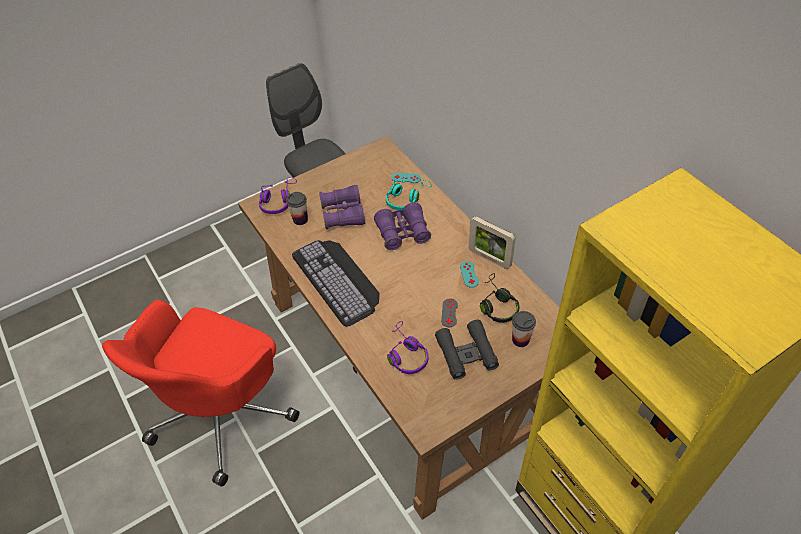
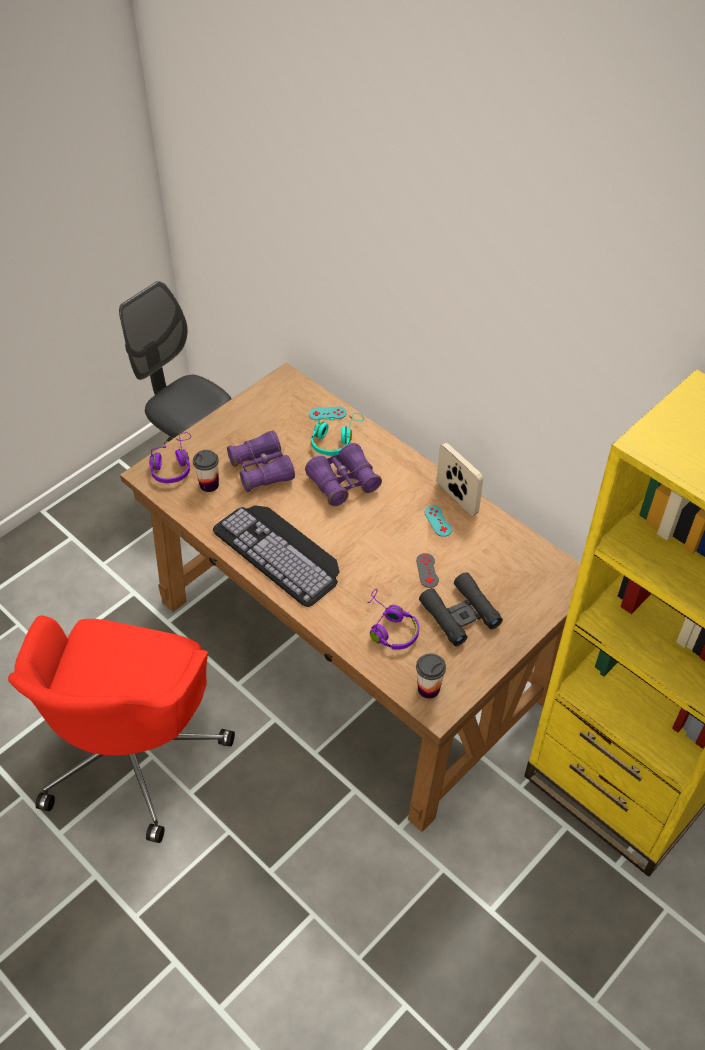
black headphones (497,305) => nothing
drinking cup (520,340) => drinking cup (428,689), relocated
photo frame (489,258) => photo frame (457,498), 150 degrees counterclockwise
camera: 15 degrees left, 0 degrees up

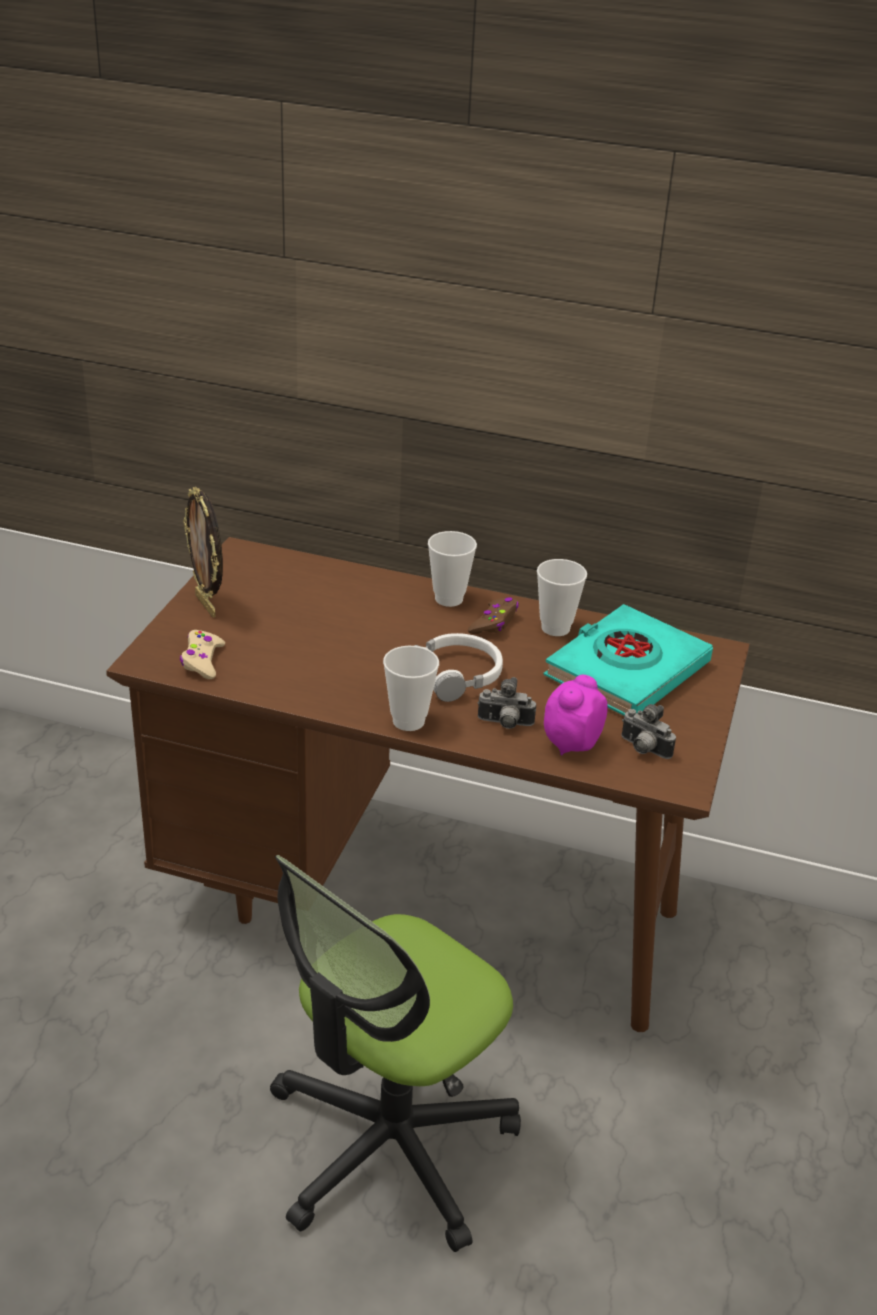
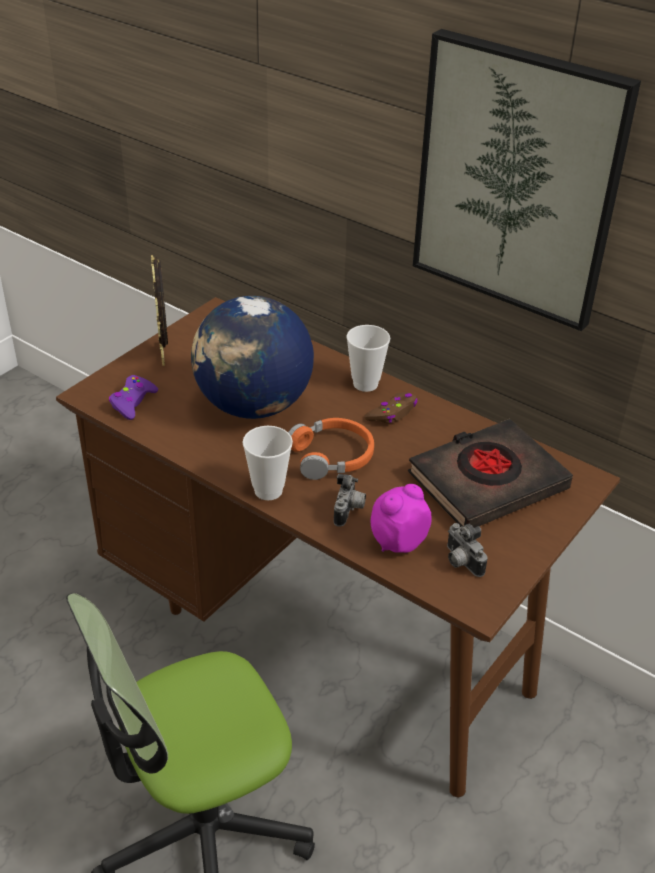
drinking cup (555,628) => nothing
nothing => desk globe (253,406)
nothing => picture (517,181)
sand-coloured joypad (202,661) => purple-coloured joypad (132,402)
white headphones (455,675) => orangey headphones (332,456)
turquoise-coloured bound book (626,670) => black bound book (487,482)
still camera (505,724) => still camera (349,511), 105 degrees counterclockwise
camera: 20 degrees right, 5 degrees up

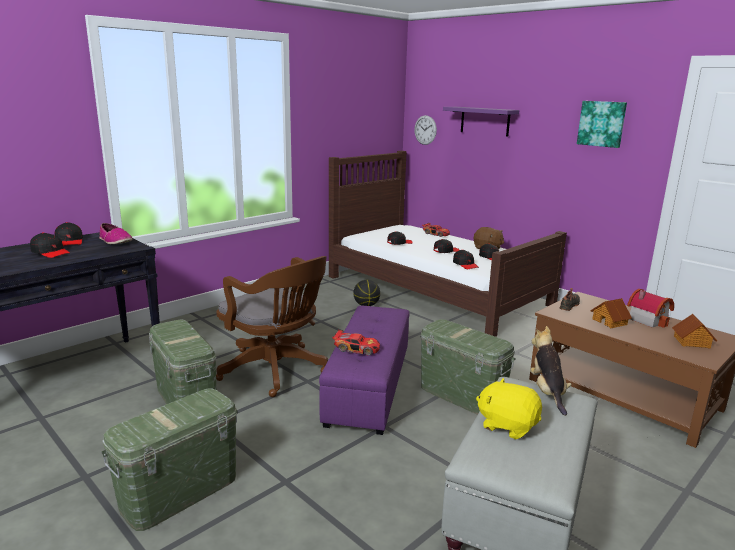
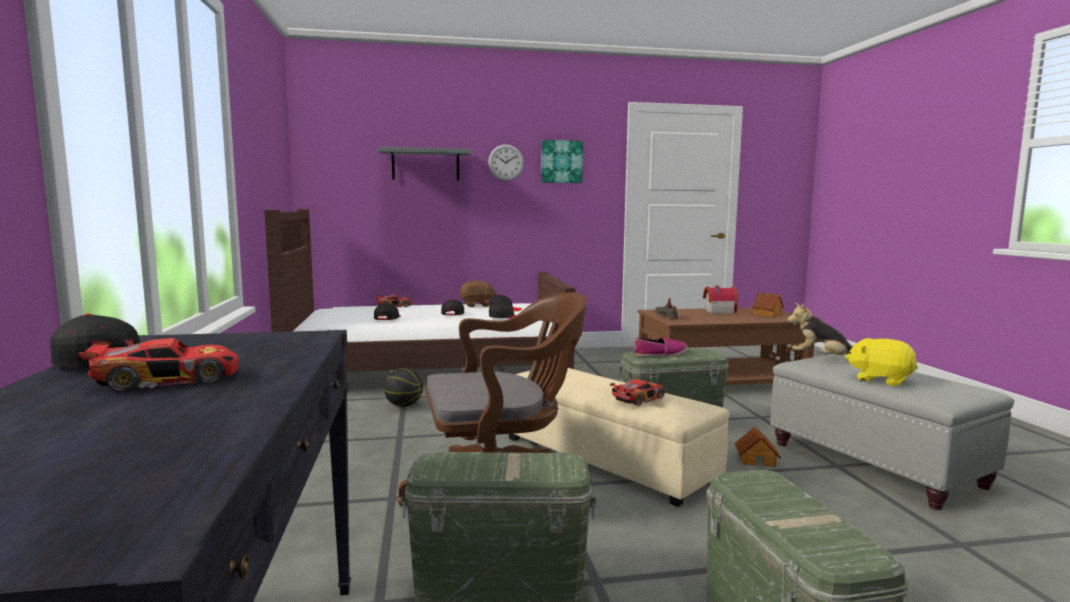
item of footwear (115,241) => item of footwear (660,354), relocated
wall clock (425,130) => wall clock (505,162), relocated
model house (610,322) => model house (756,460), relocated
black peaked cap (50,252) => miniature car (167,380)
purple-coloured ottoman (368,385) => sand-coloured ottoman (605,458)
purple-coloured bracket shelf (485,121) => gray bracket shelf (425,165)
yellowish cuddly toy (507,425) => yellowish cuddly toy (880,380), 60 degrees clockwise
camera: 55 degrees left, 10 degrees down

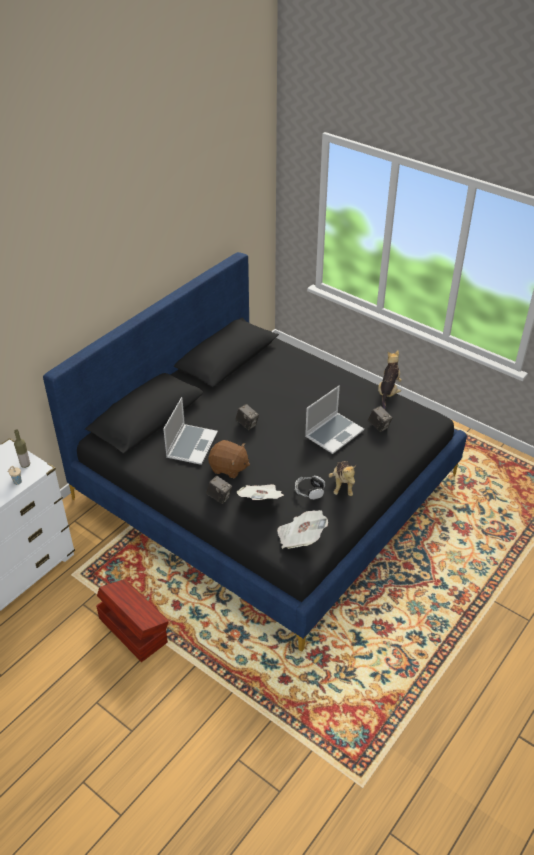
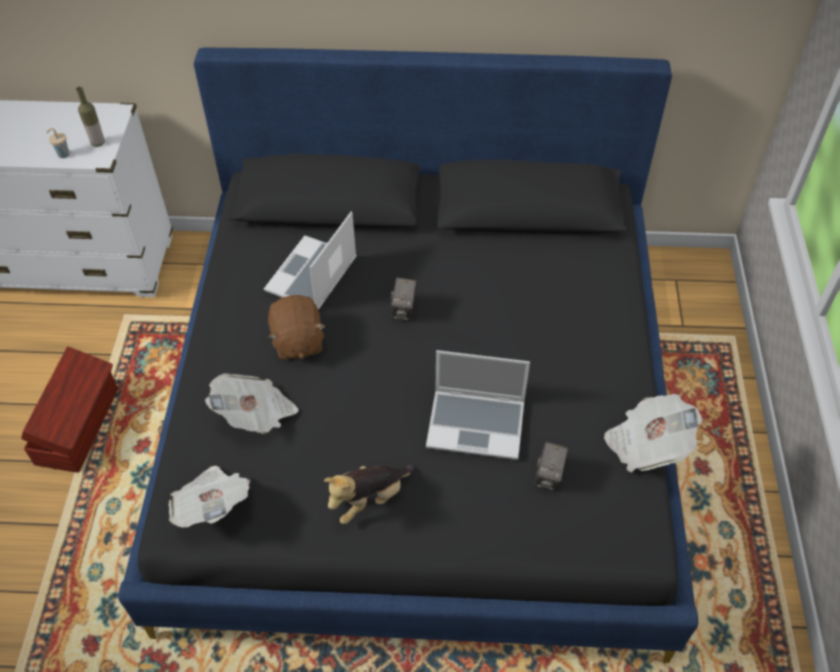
still camera (219,497) => nothing
headphones (309,491) => nothing
cuddly toy (388,392) => printed paper (647,444)
notebook computer (191,445) => notebook computer (312,276), 135 degrees clockwise
camera: 55 degrees right, 10 degrees up

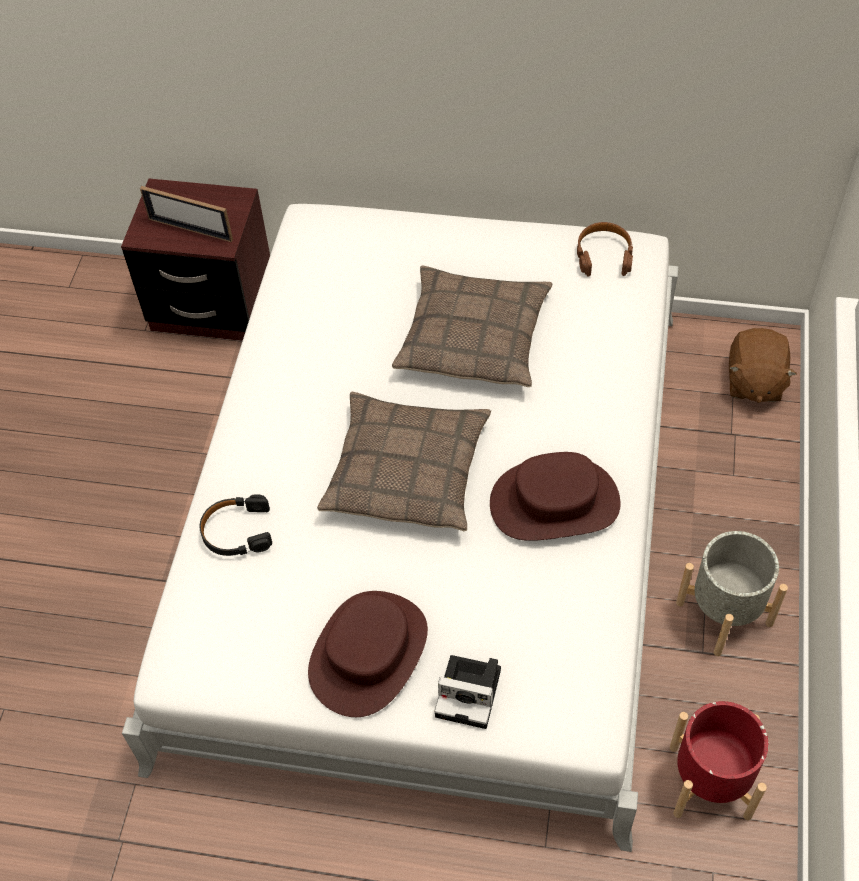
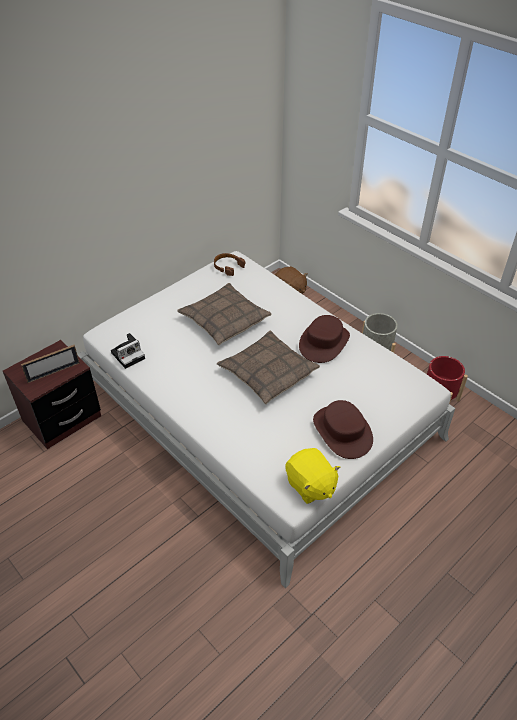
black headphones (237,531) => nothing
nothing => yellowish cuddly toy (310,485)
still camera (471,692) => still camera (129,355), relocated
camera: 55 degrees left, 10 degrees down

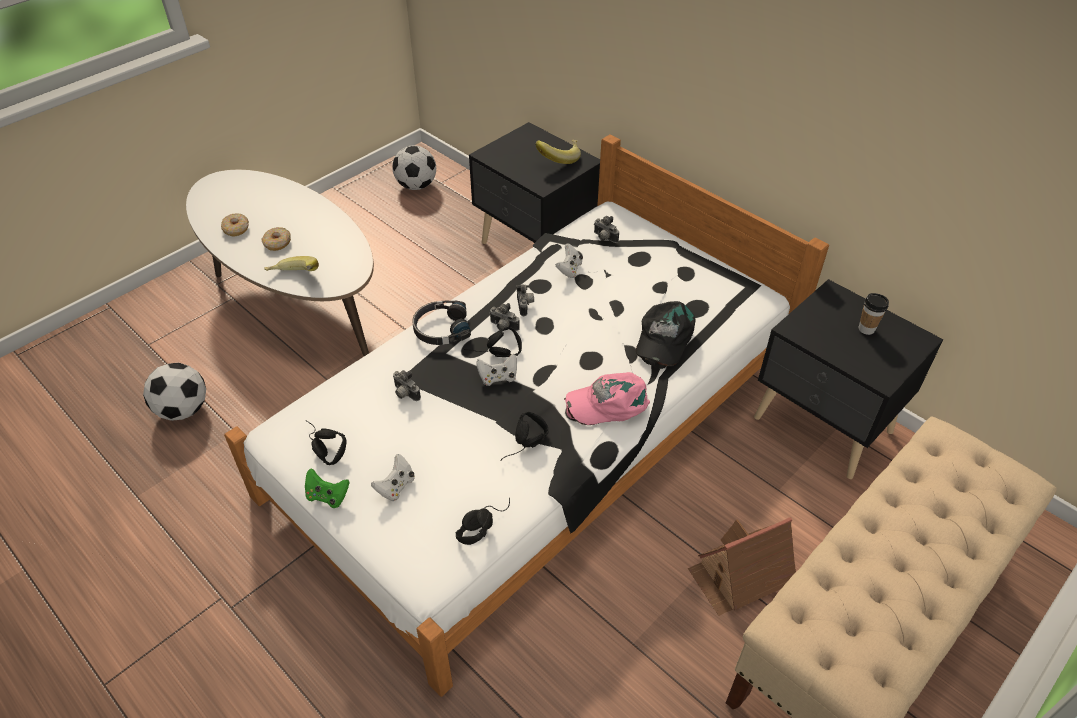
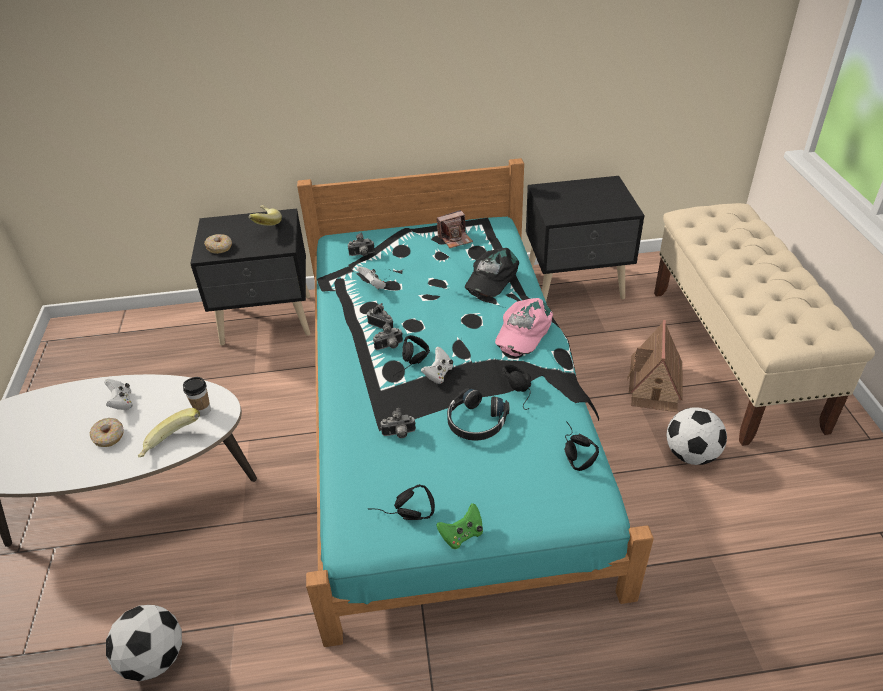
nothing => still camera (455,238)
doughnut (236,229) => doughnut (220,247), relocated
white joypad (396,486) => white joypad (122,402), relocated
football ball (416,186) => football ball (691,454), relocated
black headphones (441,329) => black headphones (476,422), relocated
drinking cup (866,329) => drinking cup (203,410), relocated
white bed (538,427) => turquoise-coloured bed (443,414)
black peaked cap (663,338) => black peaked cap (491,277), 60 degrees clockwise
camera: 50 degrees left, 5 degrees down

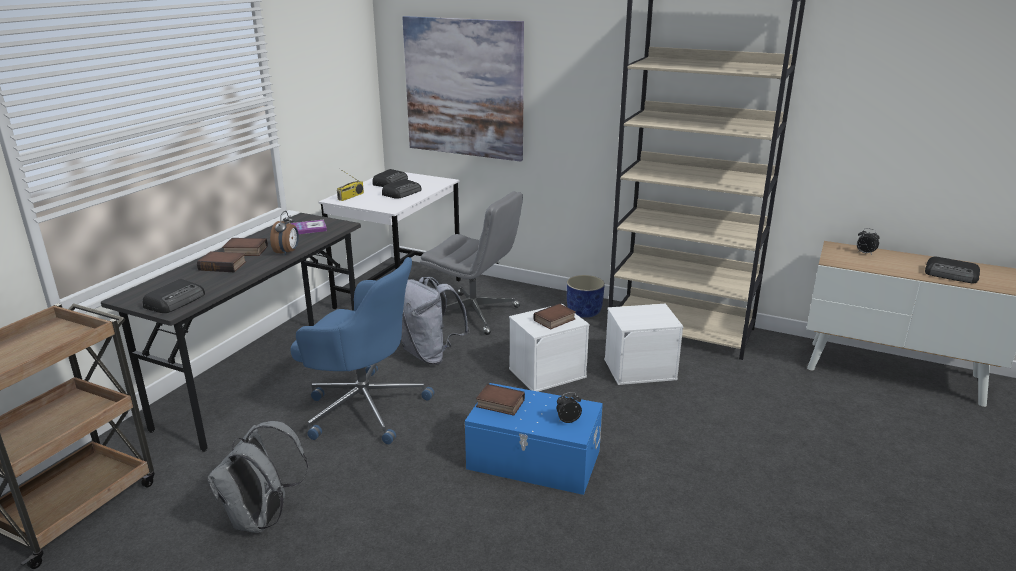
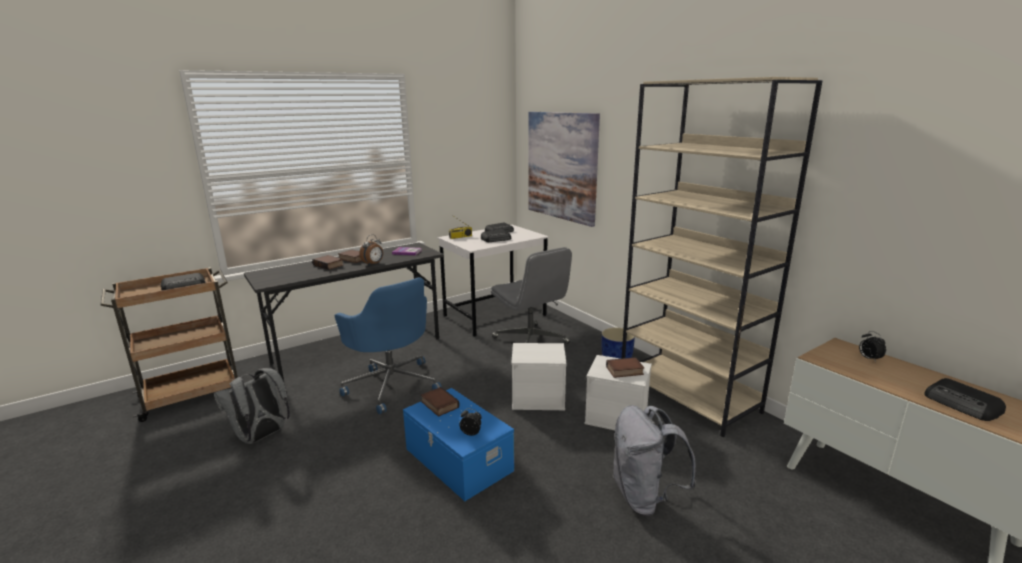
radio (176,301) => radio (185,287), relocated
gray knapsack (431,355) => gray knapsack (645,497), relocated
bound book (555,320) => bound book (624,371), relocated
camera: 30 degrees right, 5 degrees down

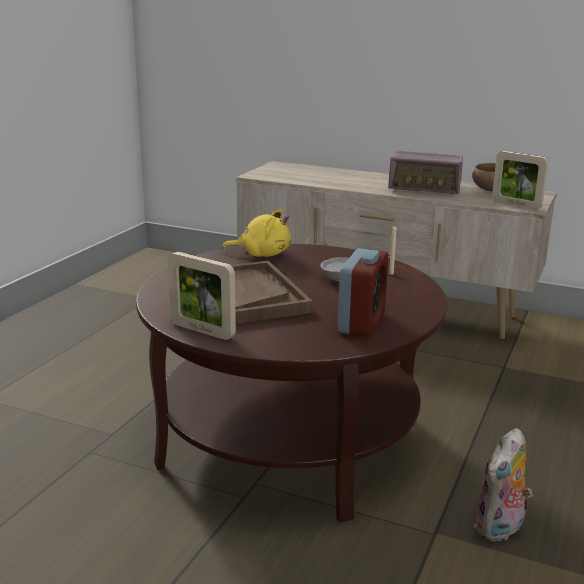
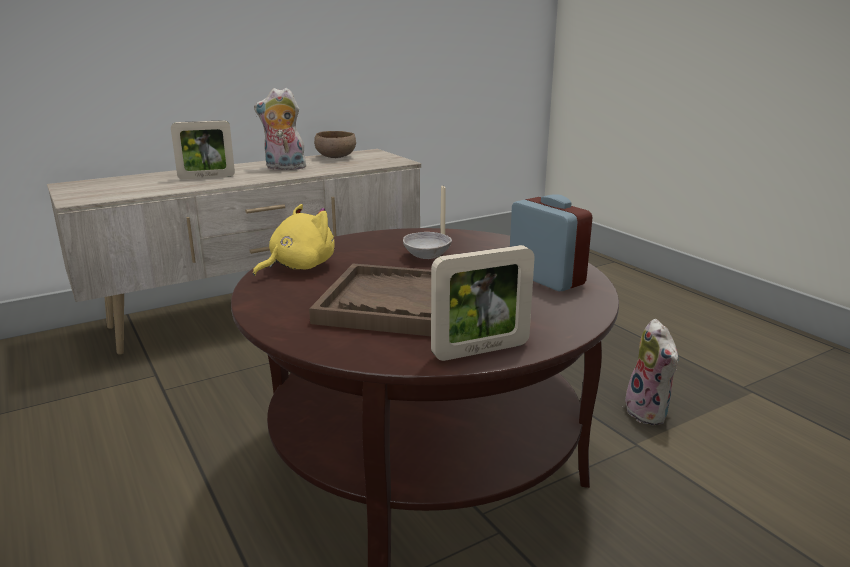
photo frame (516,205) => photo frame (206,177), relocated
radio (425,188) => cuddly toy (284,168)
camera: 55 degrees left, 0 degrees up

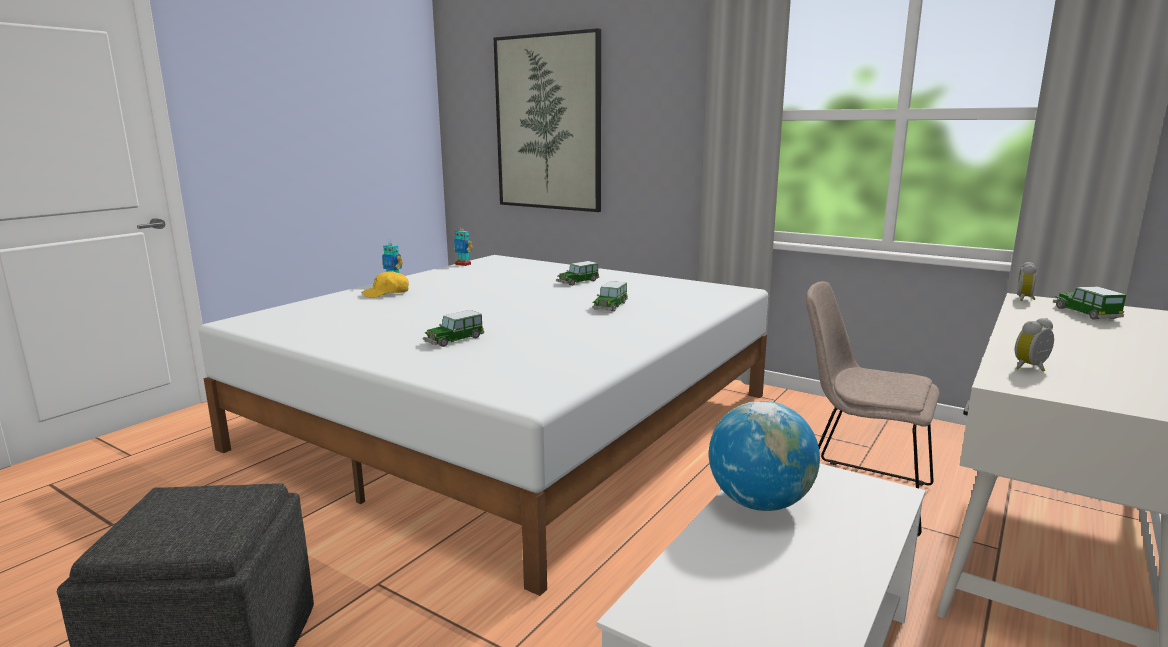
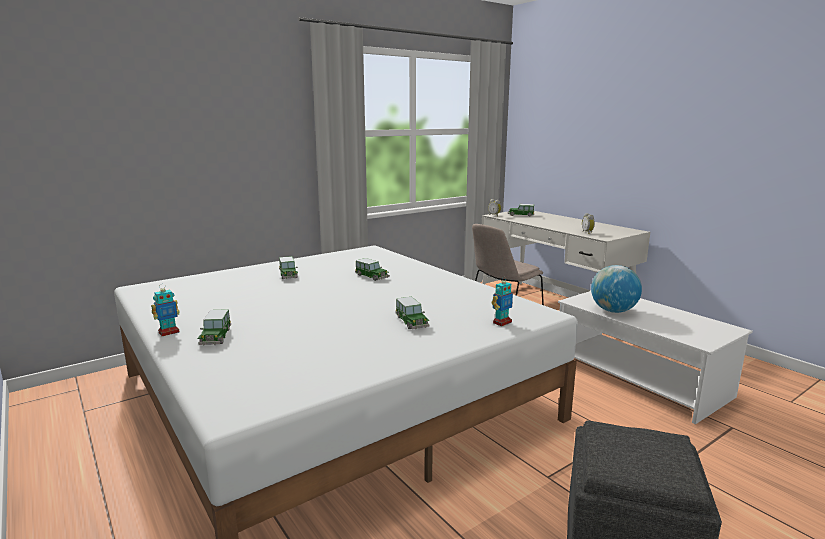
picture (548,123) => nothing
toy robot (463,264) => toy robot (502,322), relocated
yellowish peaked cap (386,293) => miniature car (216,337)
camera: 70 degrees left, 0 degrees up

